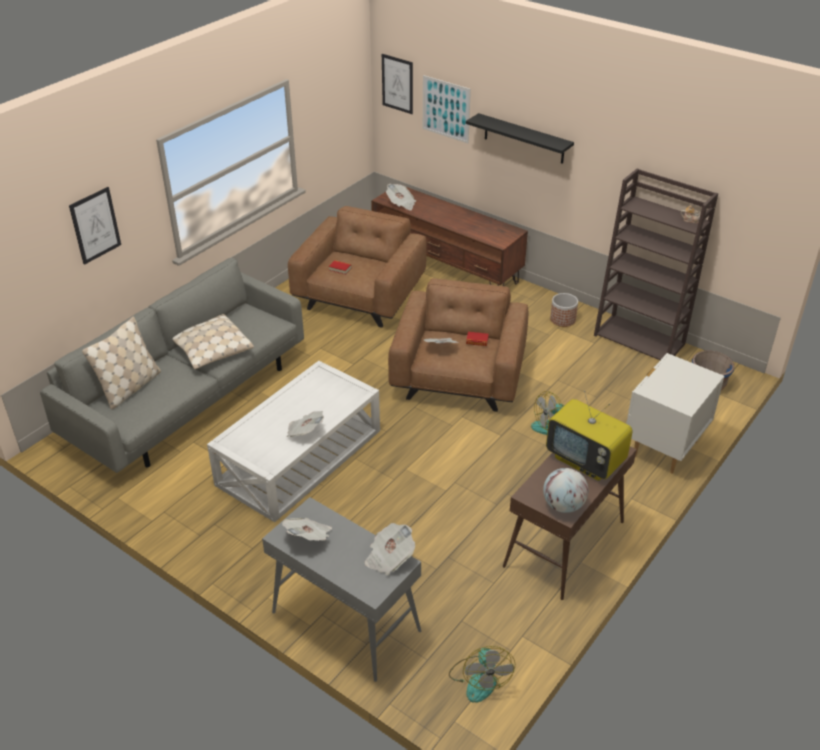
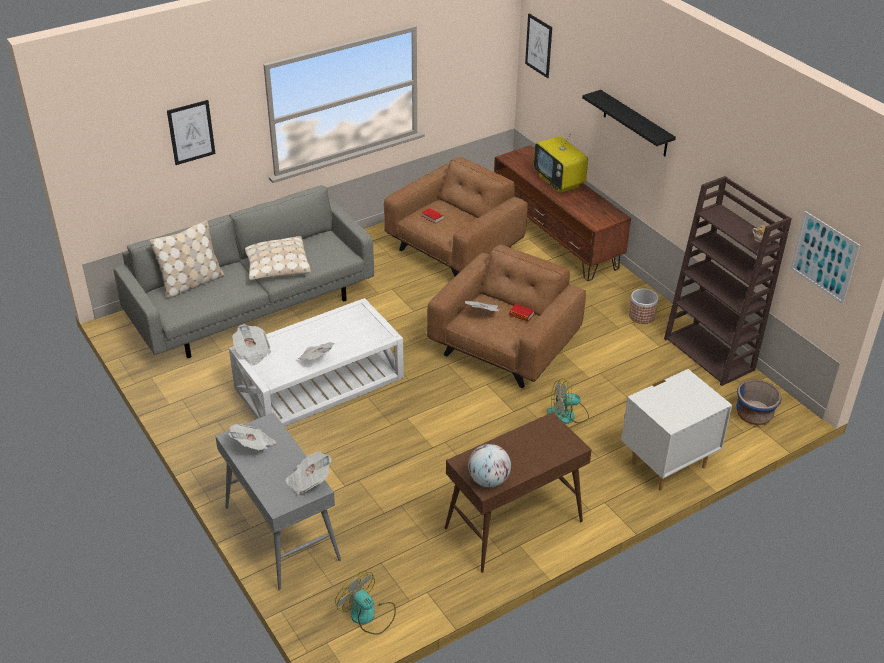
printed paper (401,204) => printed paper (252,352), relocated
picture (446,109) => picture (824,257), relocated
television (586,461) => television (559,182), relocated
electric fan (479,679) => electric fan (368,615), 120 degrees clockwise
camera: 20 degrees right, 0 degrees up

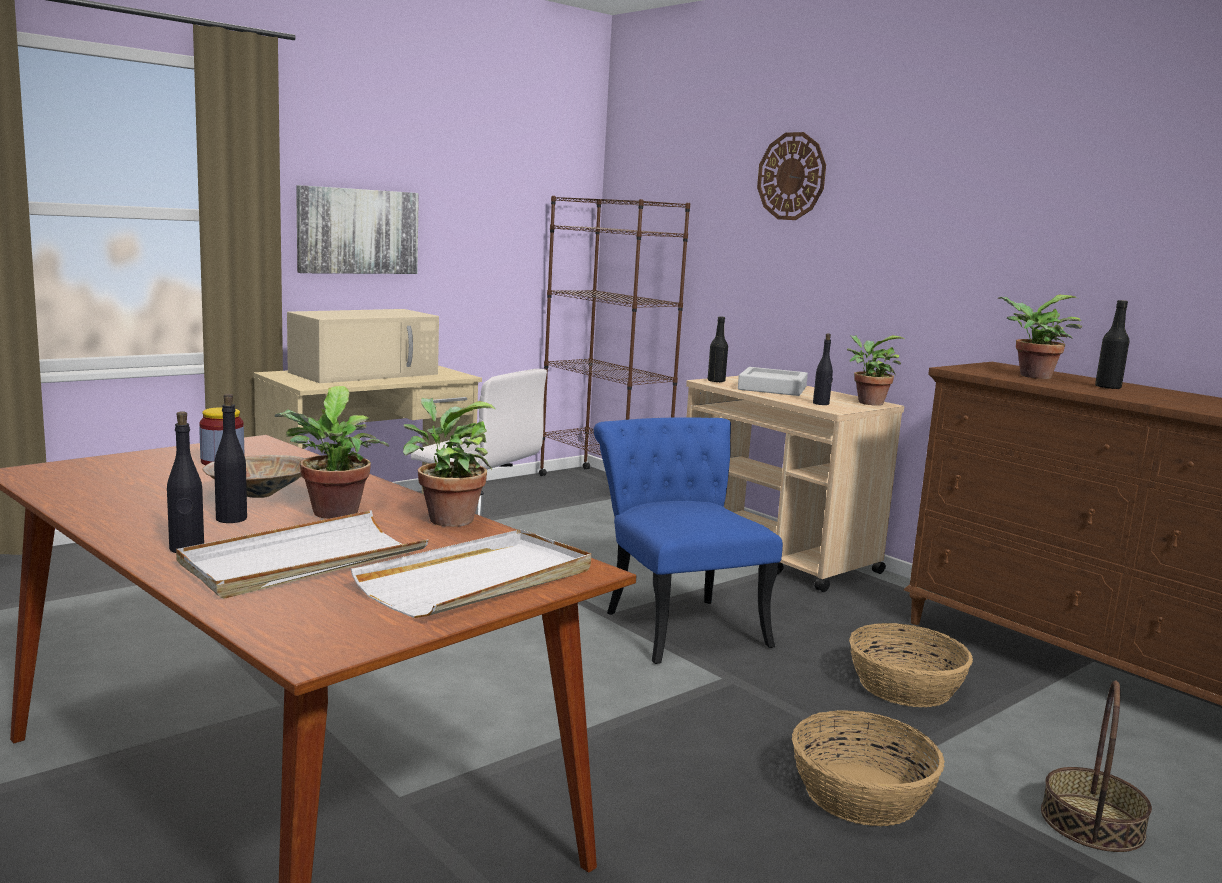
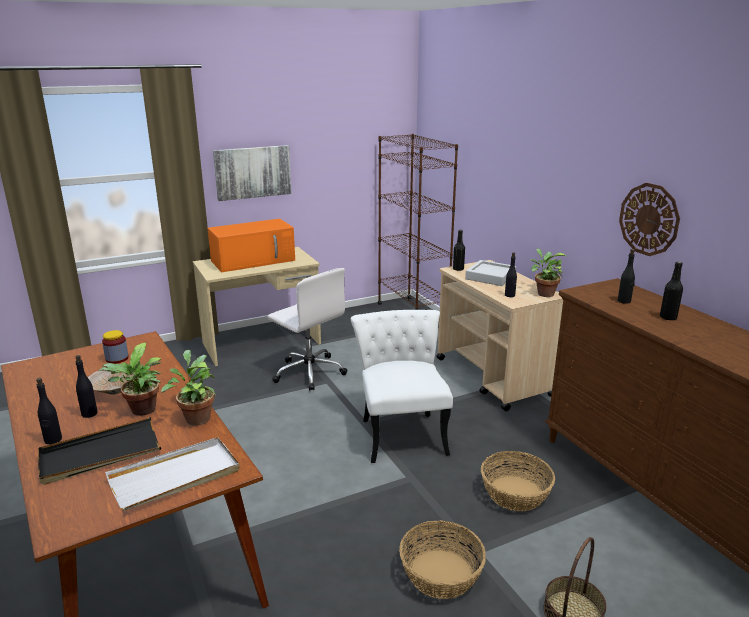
wall clock (791,176) => wall clock (649,219), relocated
houseplant (1030,376) => black drink bottle (624,301)
white carrying tray (303,561) => black carrying tray (100,454)
sand-coloured microwave (366,373) => orangey microwave (254,260)
blue-coloured chair (677,623) => white chair (401,431)
camera: 15 degrees right, 10 degrees up

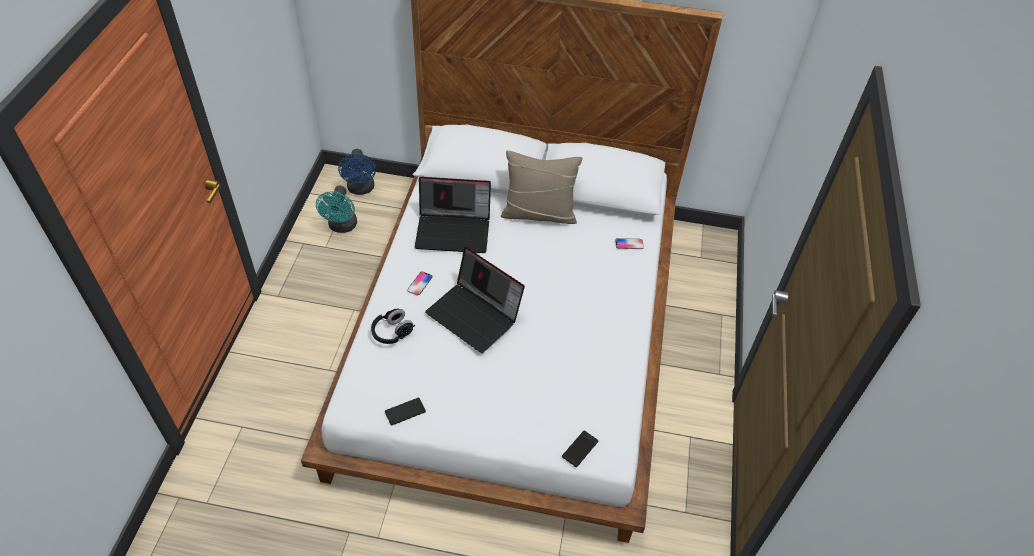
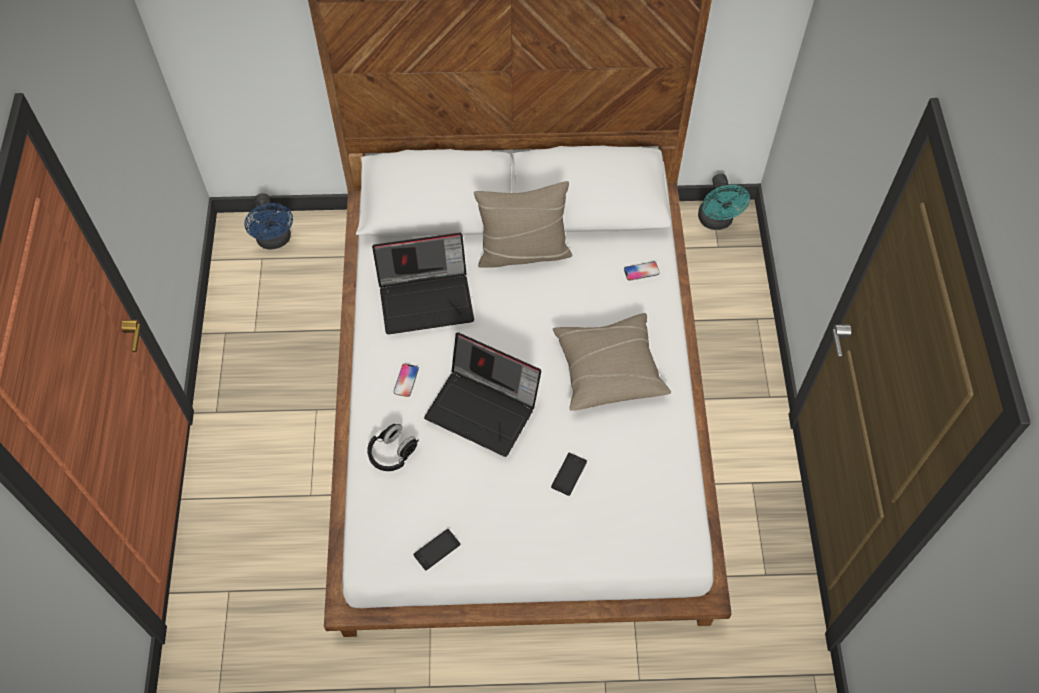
nothing => sand-coloured cushion (608,370)
turquoise-coloured electric fan (342,227) => turquoise-coloured electric fan (717,221), relocated
phone (580,449) => phone (569,474), relocated
camera: 10 degrees left, 10 degrees up

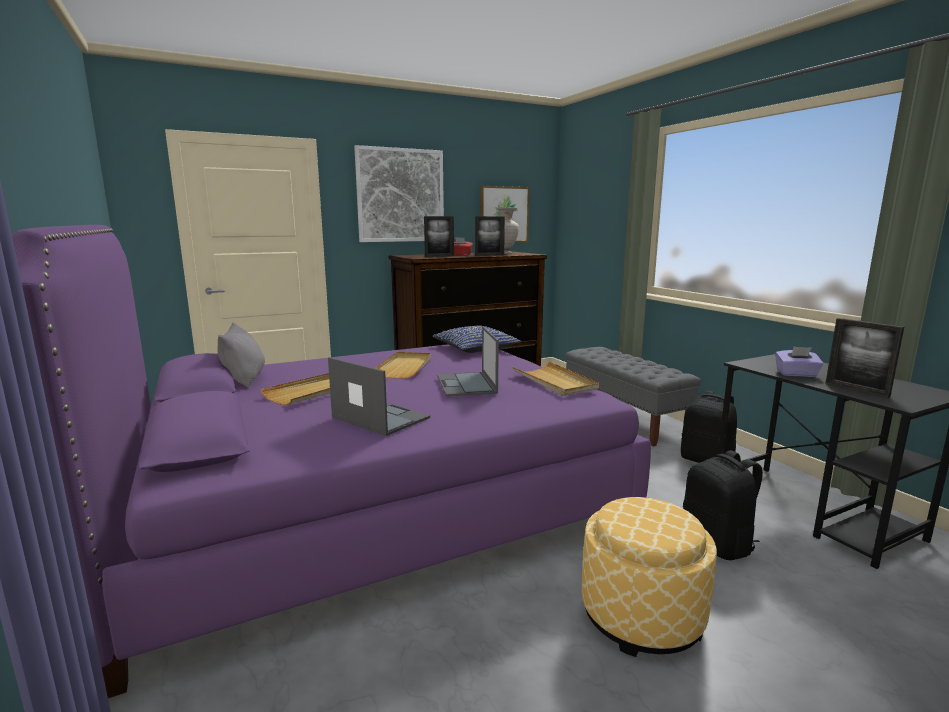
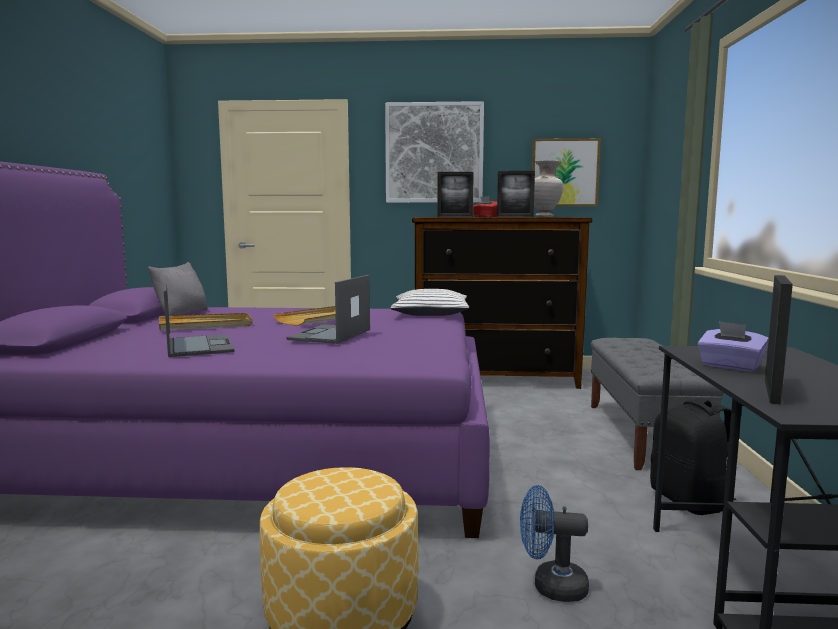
sand-coloured carrying tray (554,381) => nothing
black knapsack (718,543) => blue-coloured electric fan (551,586)
blue-coloured cushion (475,348) => white cushion (430,313)
photo frame (856,390) => photo frame (772,391), 150 degrees counterclockwise
camera: 30 degrees right, 5 degrees down

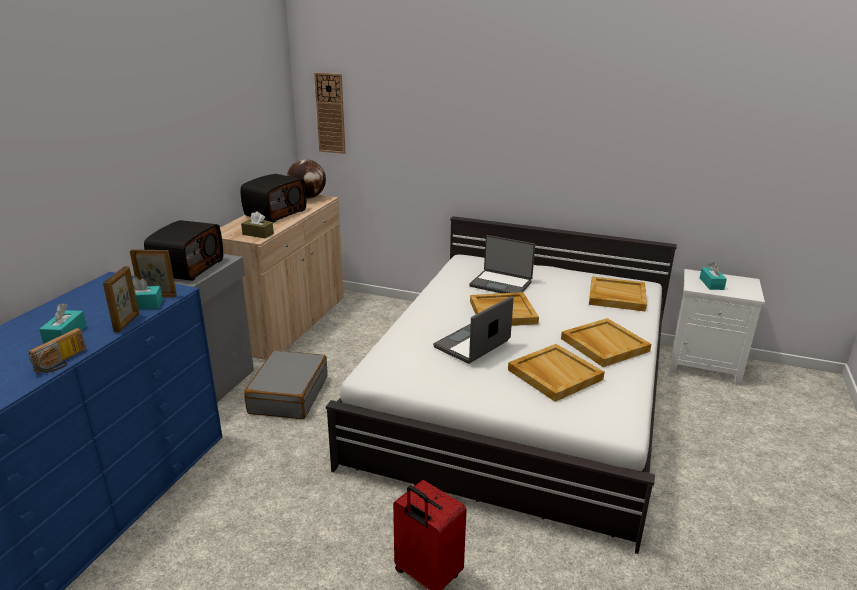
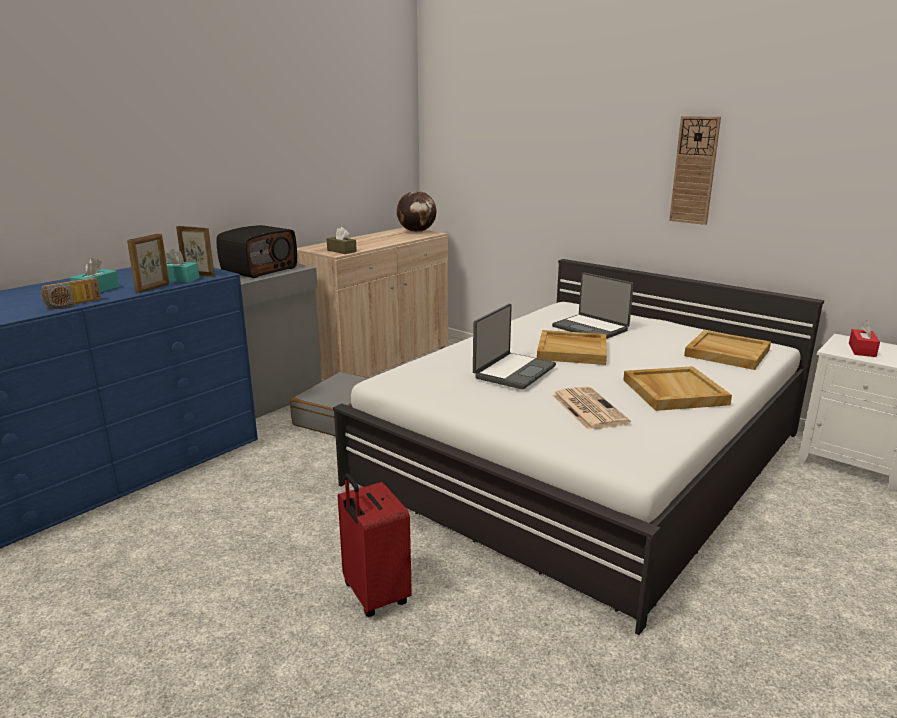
radio (275,213) => nothing
wall clock (330,113) => wall clock (694,170), relocated
sand-coloured carrying tray (554,374) => printed paper (588,408)
turquoise-coloured tissue box (711,284) => red-coloured tissue box (862,350)
notebook computer (473,345) => notebook computer (513,371), 150 degrees clockwise
camera: 20 degrees right, 5 degrees down

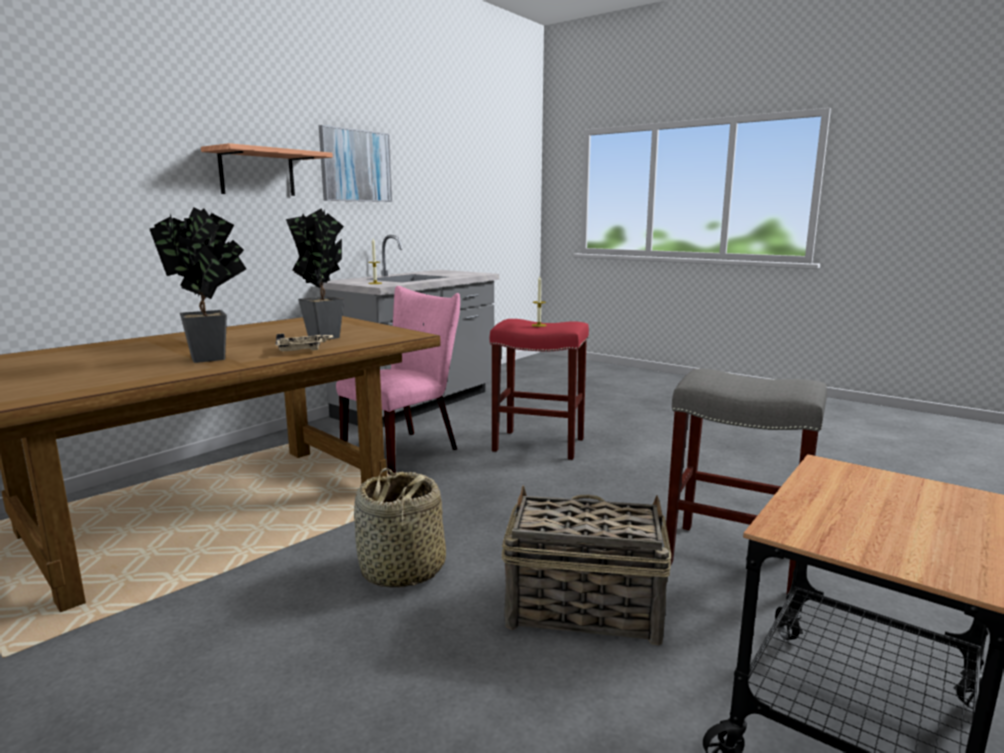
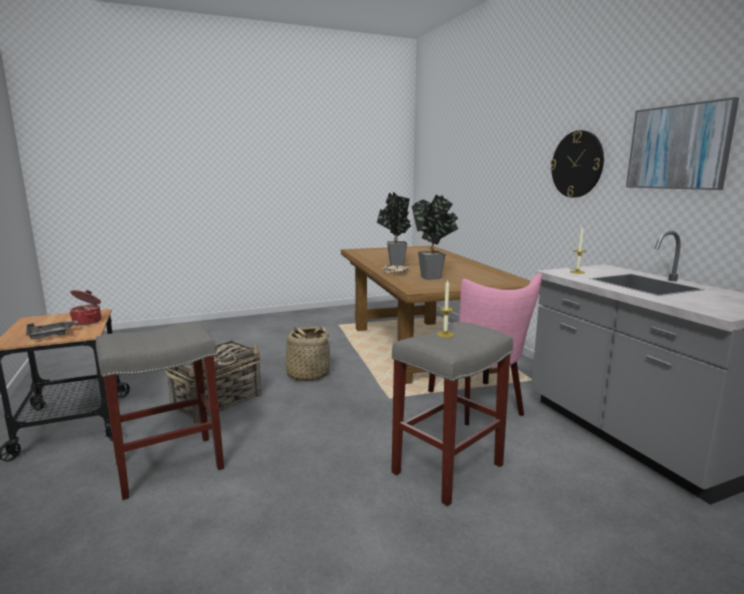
nothing => gray carrying tray (51,335)
nothing => stockpot (88,321)
bracket shelf (257,173) => wall clock (577,164)
red-coloured stool seat (540,444) => gray stool seat (447,469)
camera: 120 degrees right, 0 degrees up

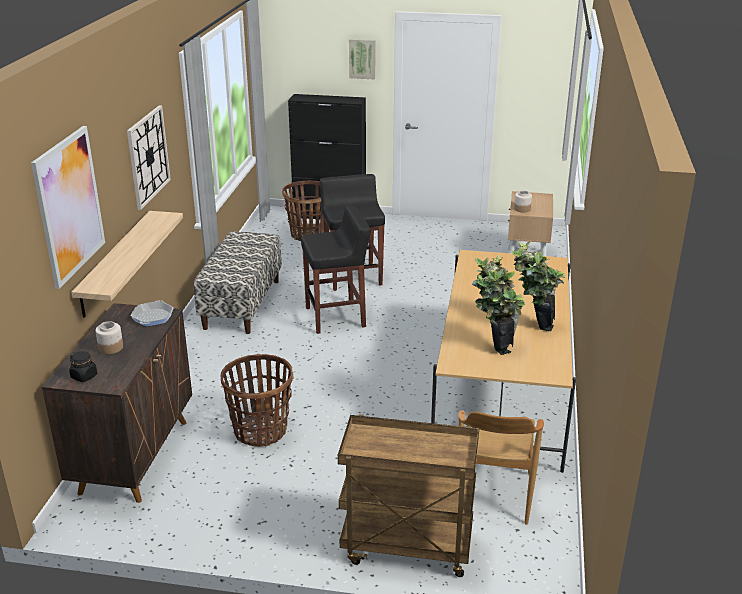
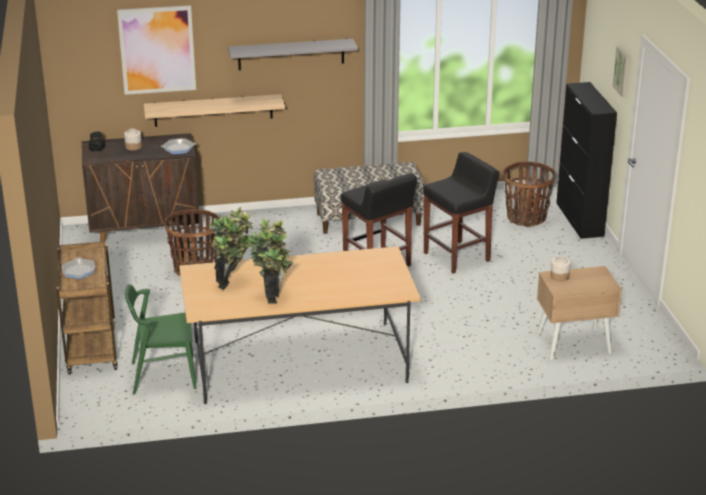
nothing => frying pan (79,271)
wall clock (148,156) => gray bracket shelf (291,54)
brown-coloured chair (494,494) => greenish chair (163,375)
camera: 70 degrees right, 0 degrees up

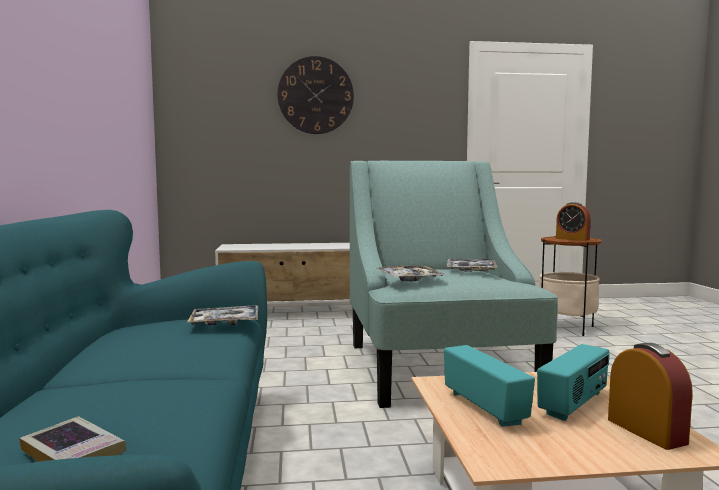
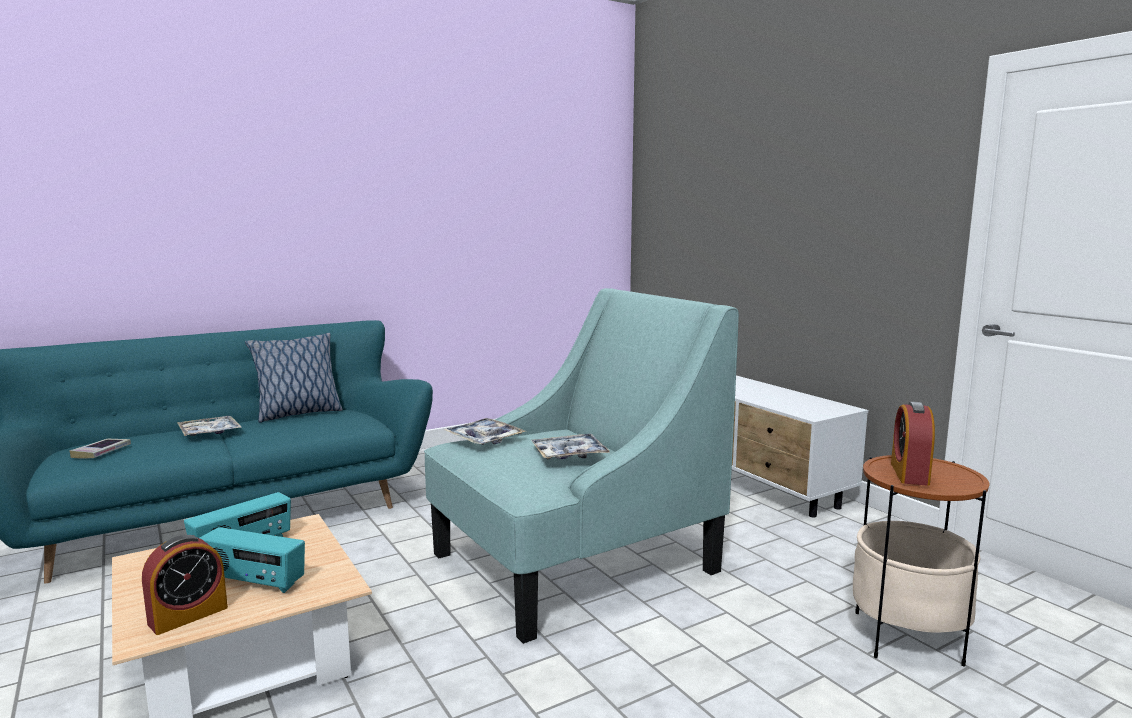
wall clock (315,95) => nothing
nothing => cushion (298,414)
carrying tray (225,323) => carrying tray (209,432), relocated
camera: 65 degrees right, 5 degrees up

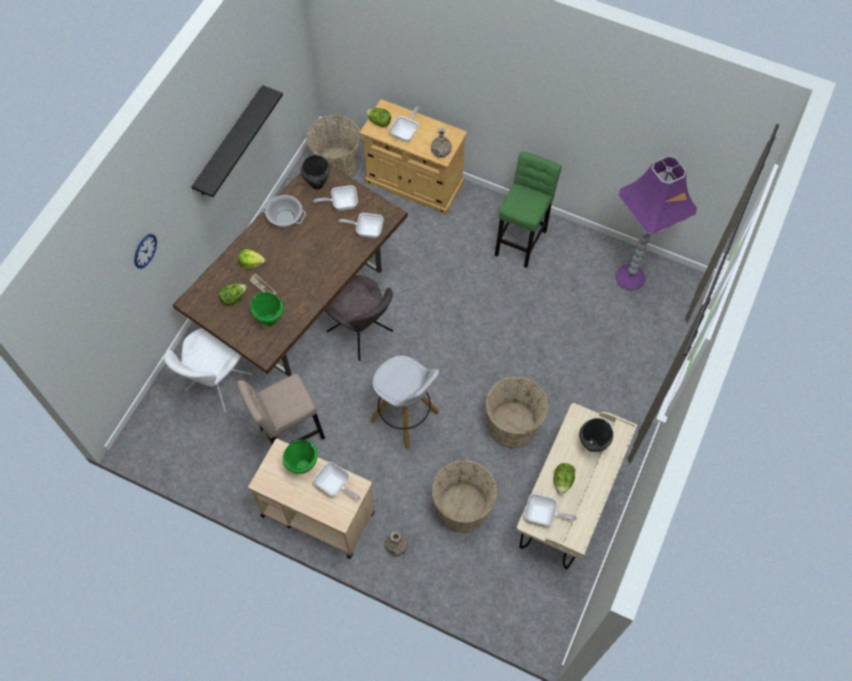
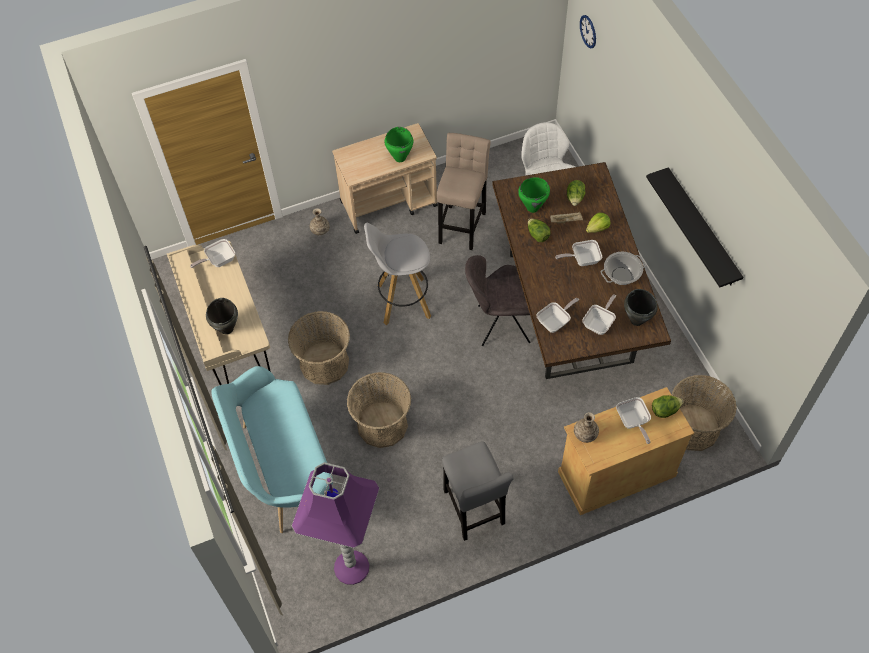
nothing => turquoise-coloured bench (283,469)
wall clock (145,251) => wall clock (588,31), relocated
frying pan (335,486) => frying pan (582,259), relocated
basket (462,507) => basket (382,424), relocated
lettuce head (563,481) => lettuce head (537,235), relocated
greenish stool seat (521,240) => gray stool seat (474,511)
camera: 135 degrees right, 5 degrees down

